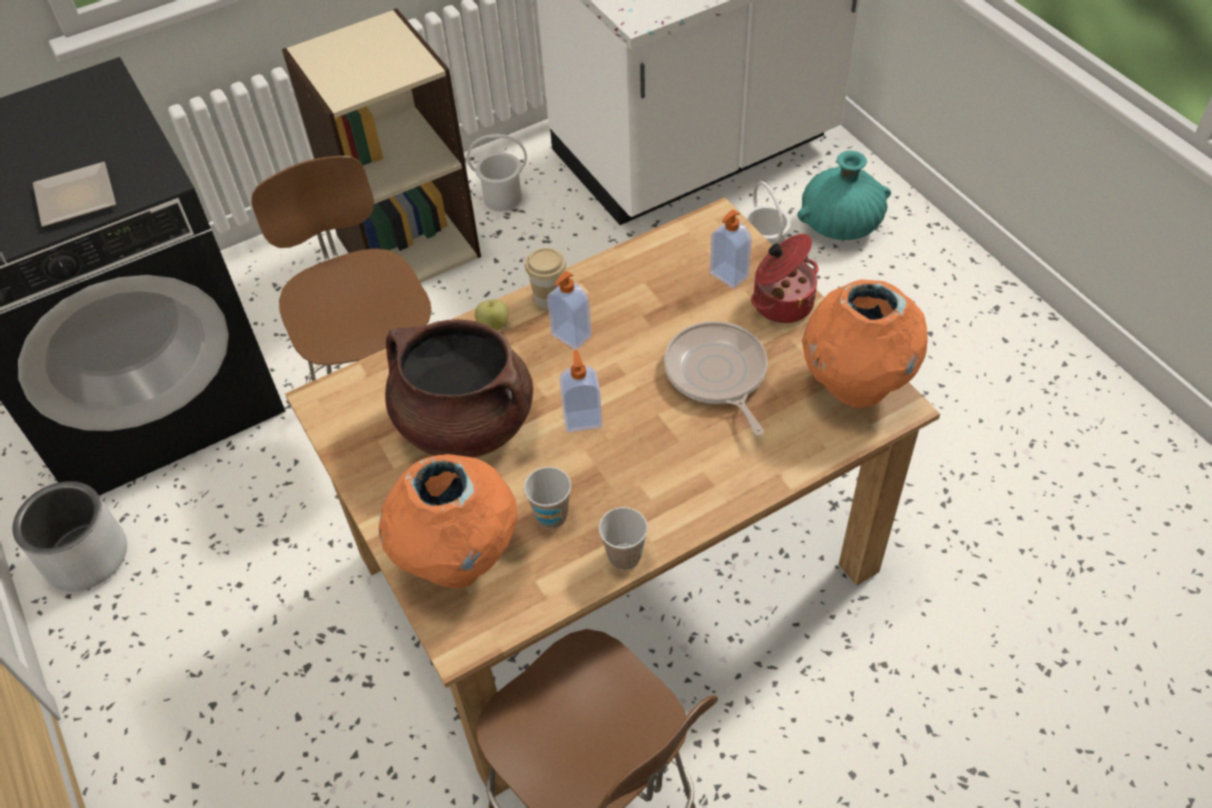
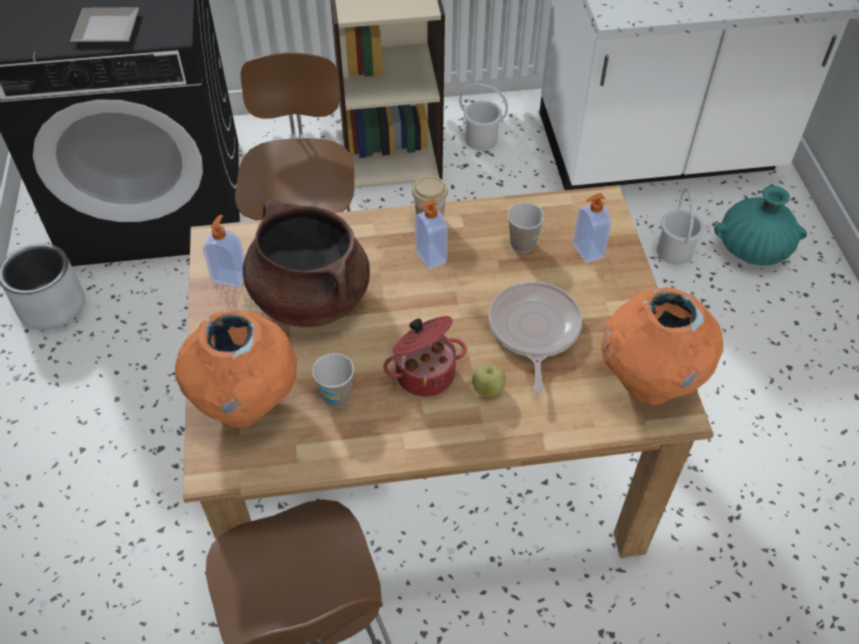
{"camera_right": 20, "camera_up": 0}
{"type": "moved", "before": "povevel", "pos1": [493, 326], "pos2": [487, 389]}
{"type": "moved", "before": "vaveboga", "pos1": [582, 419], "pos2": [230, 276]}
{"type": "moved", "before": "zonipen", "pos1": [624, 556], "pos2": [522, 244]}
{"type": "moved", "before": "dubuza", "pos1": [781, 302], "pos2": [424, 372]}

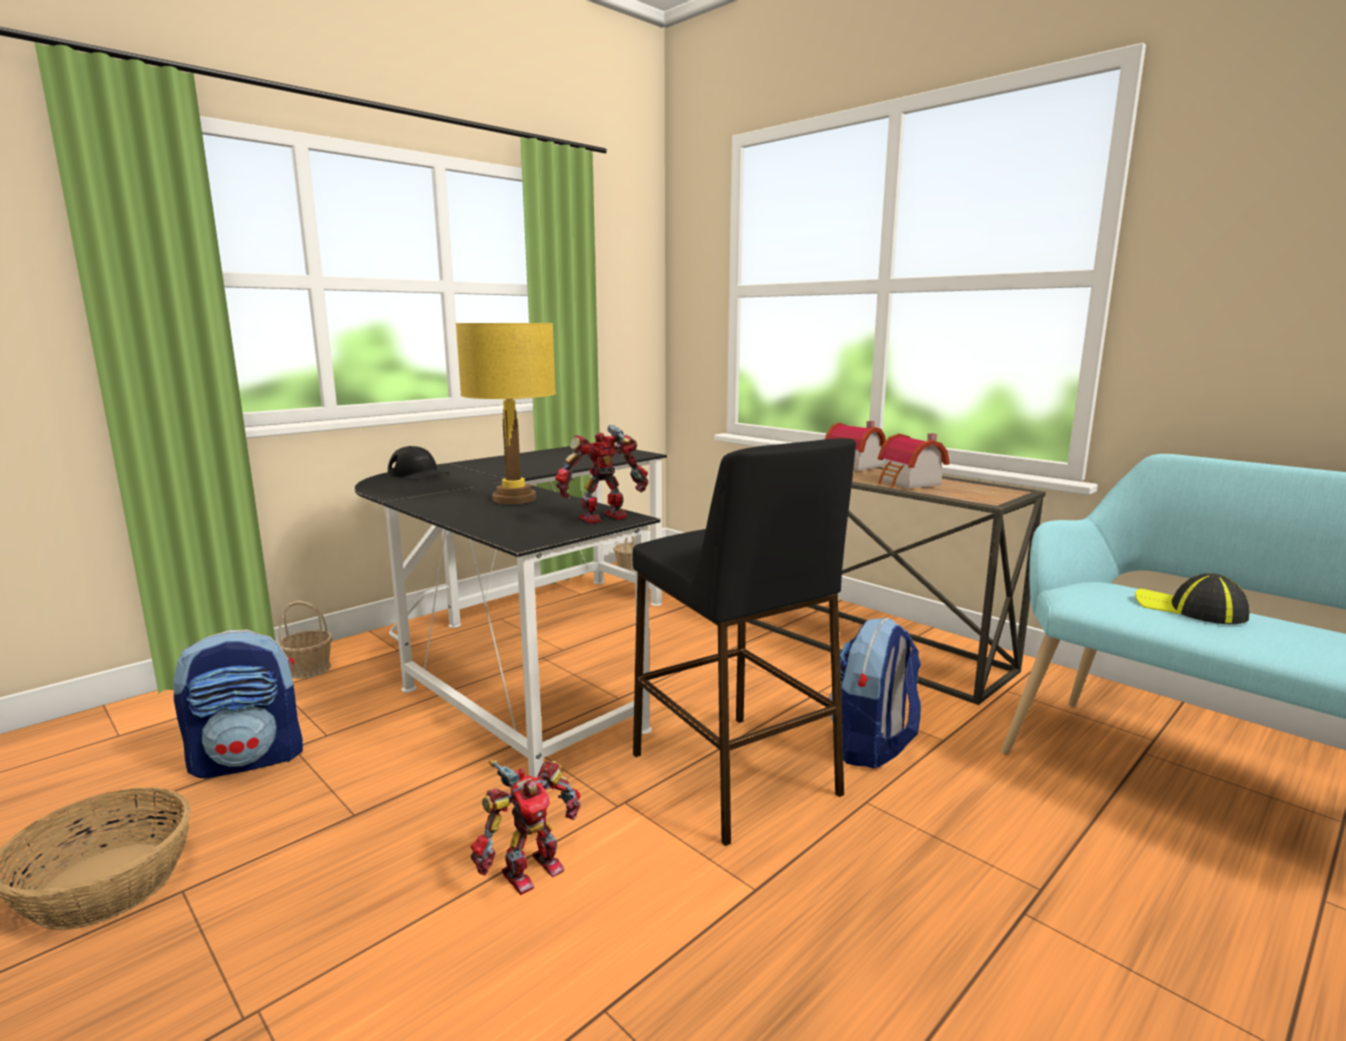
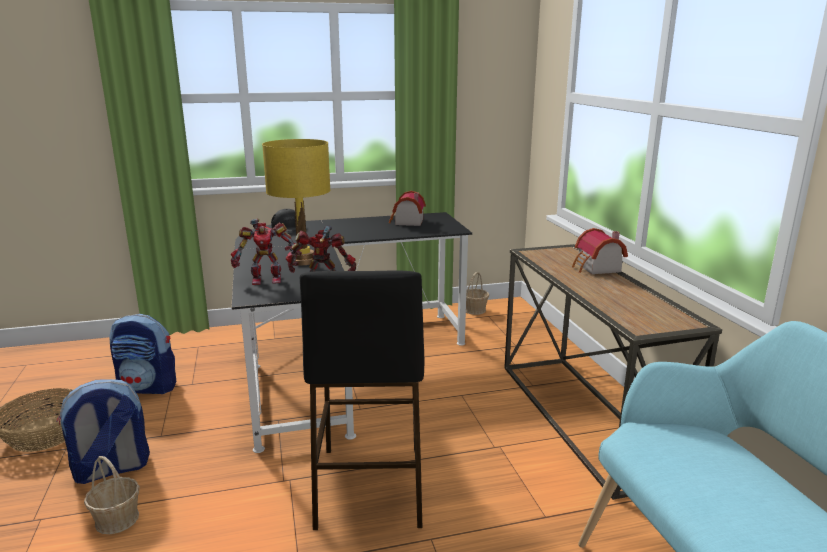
{"camera_right": 30, "camera_up": 5}
{"type": "moved", "before": "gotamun", "pos1": [309, 669], "pos2": [117, 519]}
{"type": "moved", "before": "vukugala", "pos1": [530, 869], "pos2": [266, 279]}
{"type": "moved", "before": "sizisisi", "pos1": [872, 746], "pos2": [111, 469]}
{"type": "moved", "before": "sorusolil", "pos1": [909, 483], "pos2": [407, 222]}
{"type": "removed", "before": "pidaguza", "pos1": [1190, 609]}

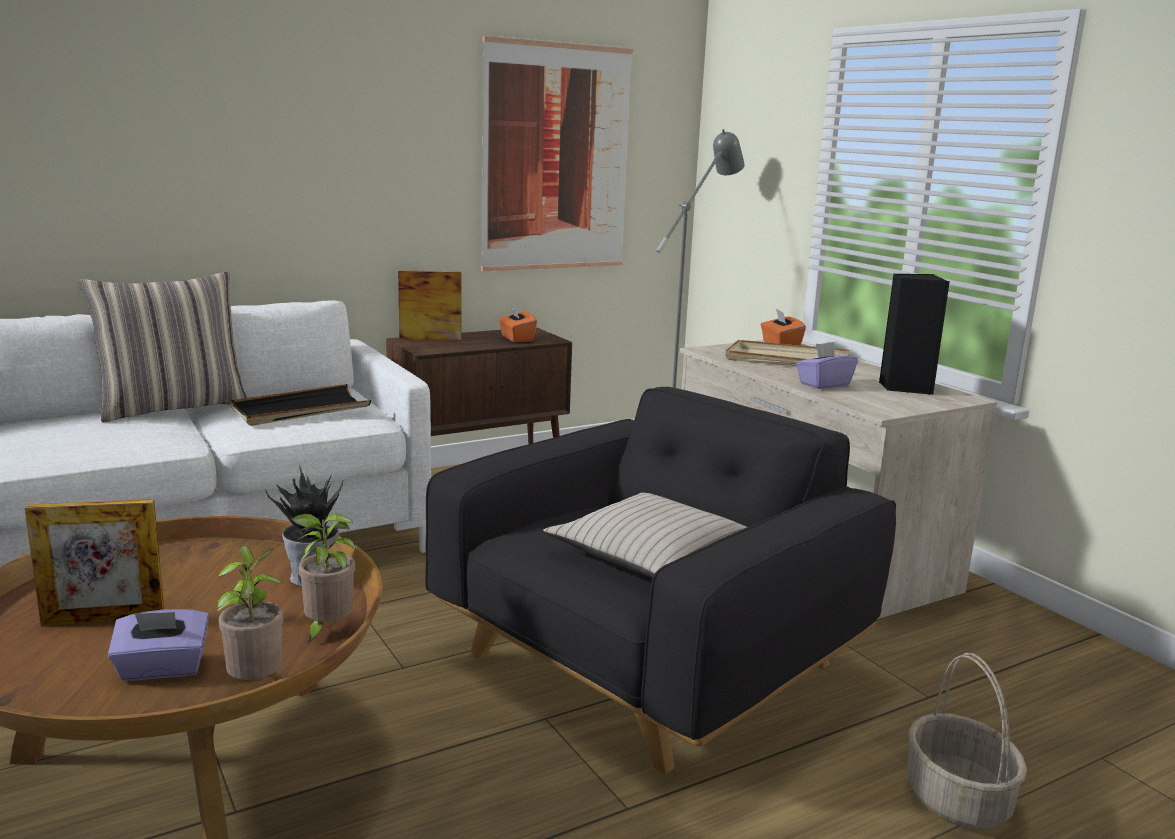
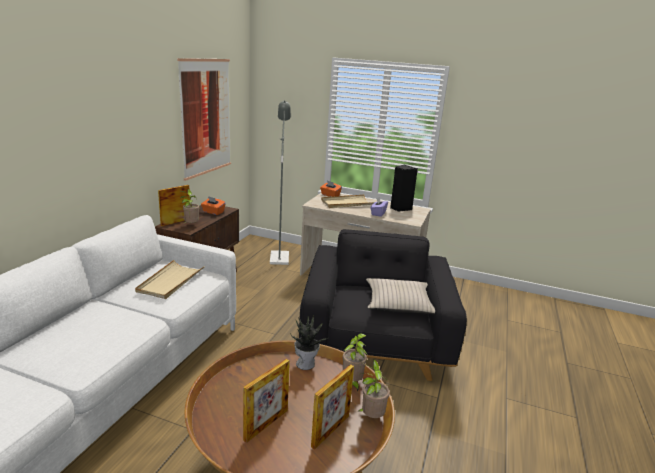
{"camera_right": -40, "camera_up": 5}
{"type": "removed", "before": "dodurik", "pos1": [173, 407]}
{"type": "replaced", "before": "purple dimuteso", "after": "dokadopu", "pos1": [162, 669], "pos2": [330, 431]}
{"type": "recoloured", "before": "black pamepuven", "after": "beige pamepuven", "pos1": [300, 410], "pos2": [170, 281]}
{"type": "removed", "before": "gotamun", "pos1": [958, 800]}
{"type": "added", "after": "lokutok", "pos2": [191, 225]}

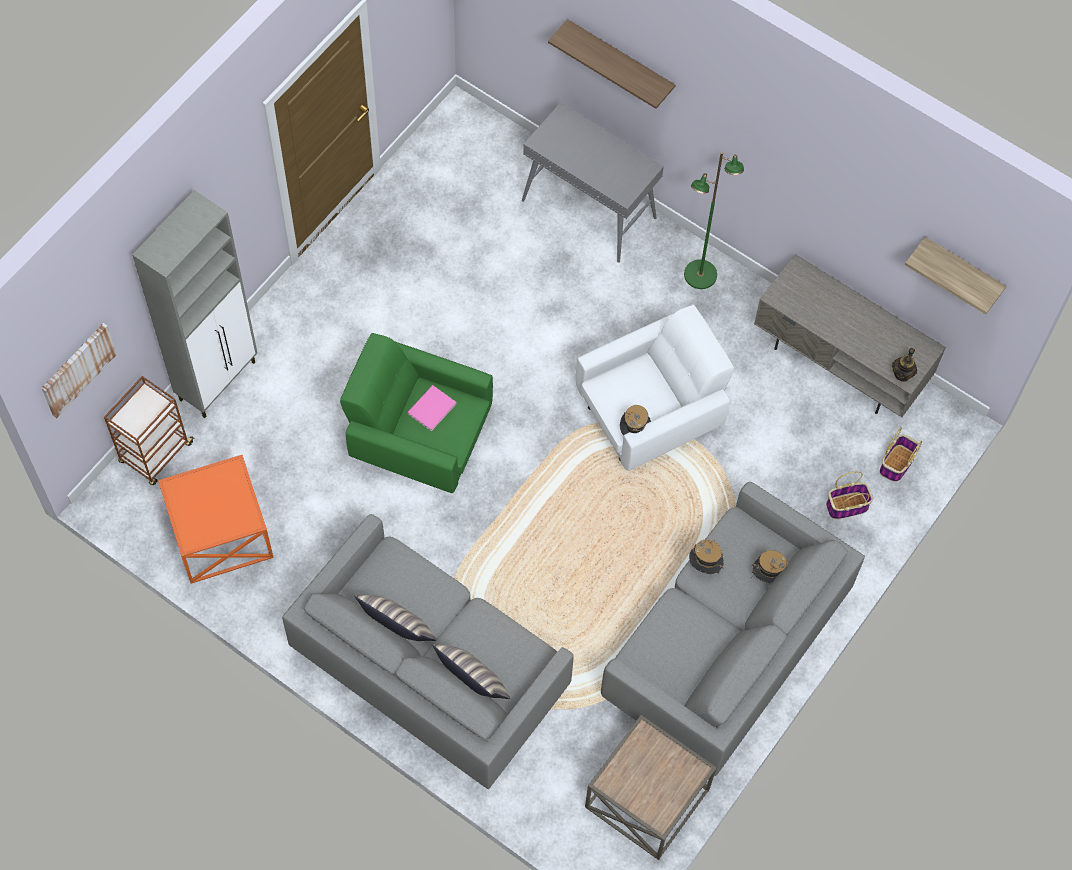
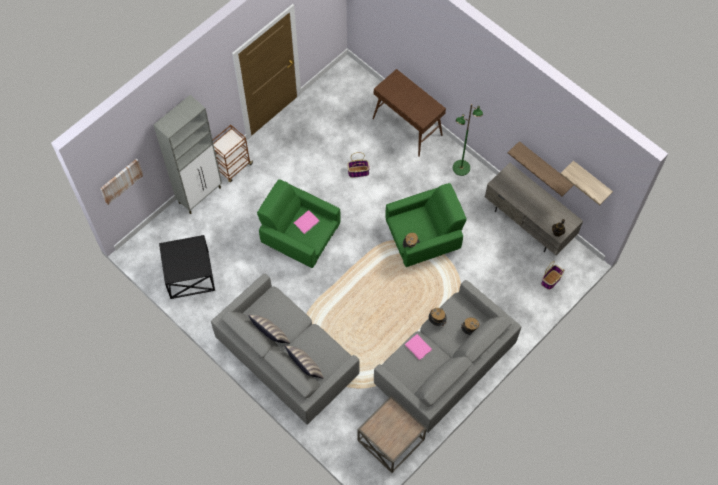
{"camera_right": 10, "camera_up": 0}
{"type": "moved", "before": "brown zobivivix", "pos1": [156, 454], "pos2": [233, 167]}
{"type": "recoloured", "before": "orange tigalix", "after": "black tigalix", "pos1": [219, 533], "pos2": [189, 274]}
{"type": "recoloured", "before": "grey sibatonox", "after": "brown sibatonox", "pos1": [589, 209], "pos2": [407, 127]}
{"type": "moved", "before": "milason", "pos1": [620, 61], "pos2": [545, 167]}
{"type": "recoloured", "before": "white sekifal", "after": "green sekifal", "pos1": [651, 412], "pos2": [424, 238]}
{"type": "moved", "before": "gotamun", "pos1": [847, 505], "pos2": [358, 171]}
{"type": "added", "after": "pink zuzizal", "pos2": [418, 346]}

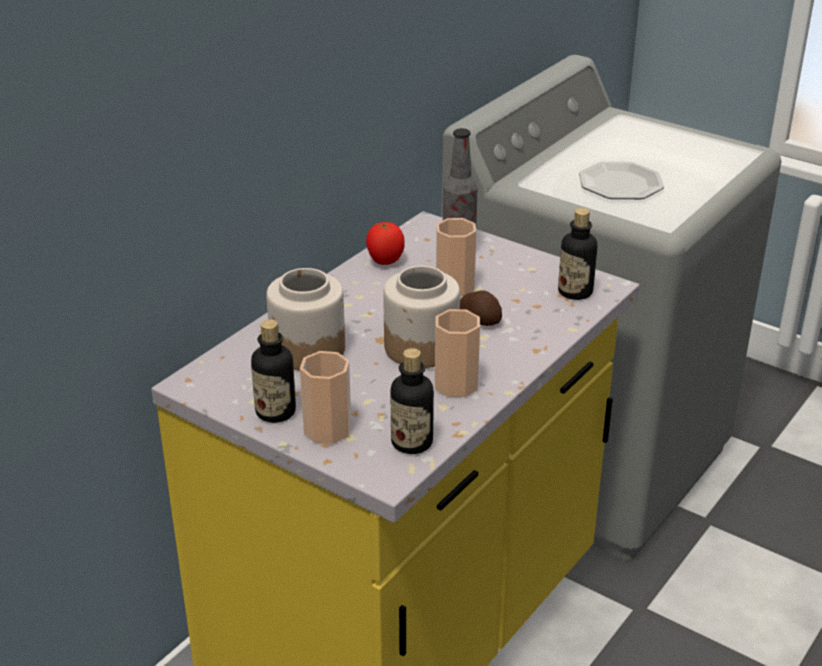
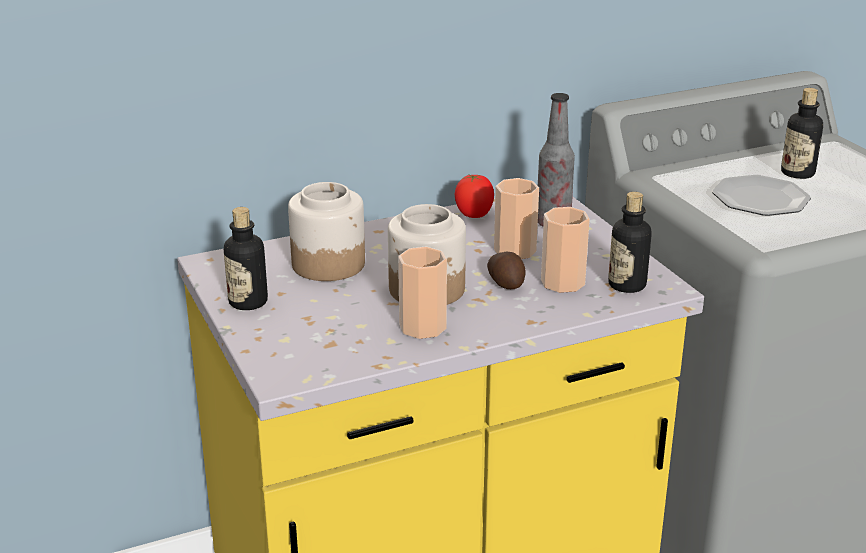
{"camera_right": 30, "camera_up": -5}
{"type": "moved", "before": "zonipen", "pos1": [327, 430], "pos2": [562, 282]}
{"type": "moved", "before": "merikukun", "pos1": [412, 442], "pos2": [797, 173]}

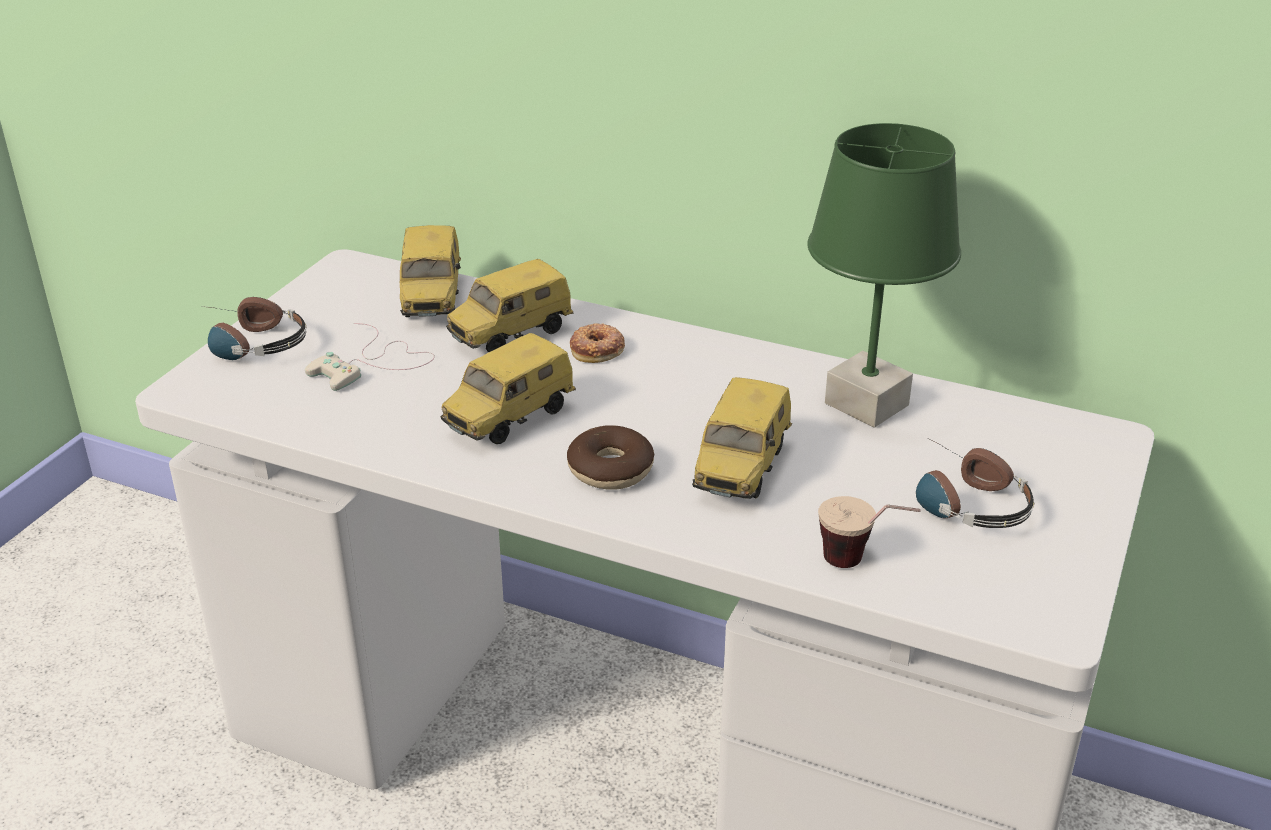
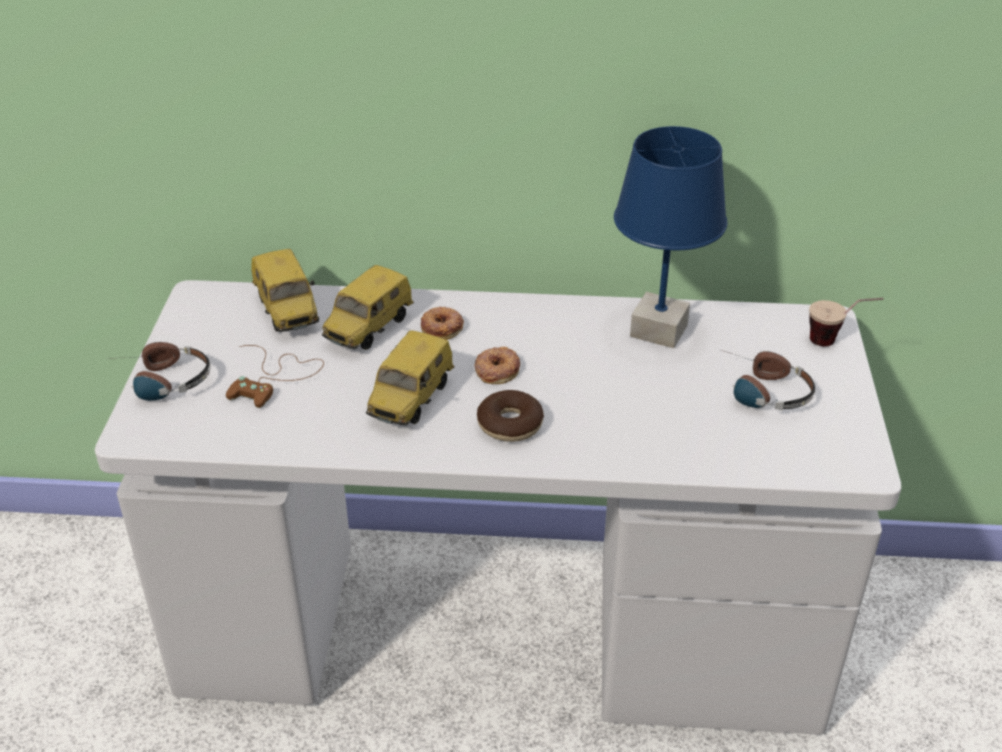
{"camera_right": -20, "camera_up": 5}
{"type": "recoloured", "before": "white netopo", "after": "brown netopo", "pos1": [373, 364], "pos2": [275, 377]}
{"type": "removed", "before": "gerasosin", "pos1": [743, 471]}
{"type": "recoloured", "before": "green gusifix", "after": "blue gusifix", "pos1": [865, 404], "pos2": [657, 331]}
{"type": "moved", "before": "zonipen", "pos1": [863, 566], "pos2": [837, 342]}
{"type": "added", "after": "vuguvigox", "pos2": [496, 370]}

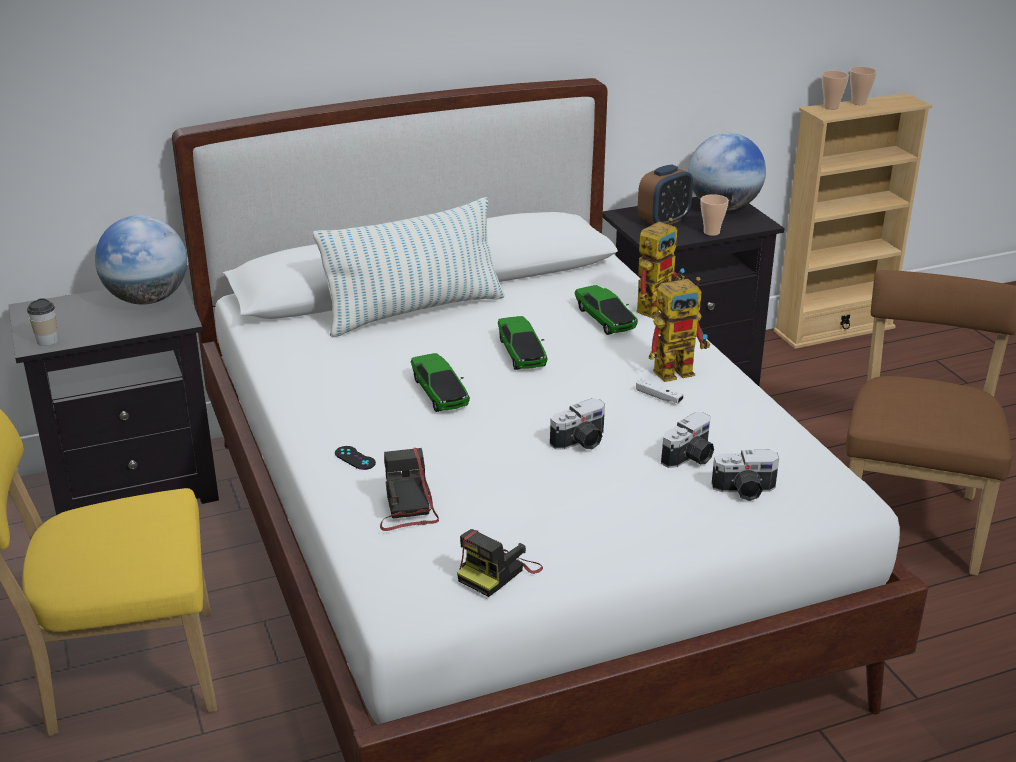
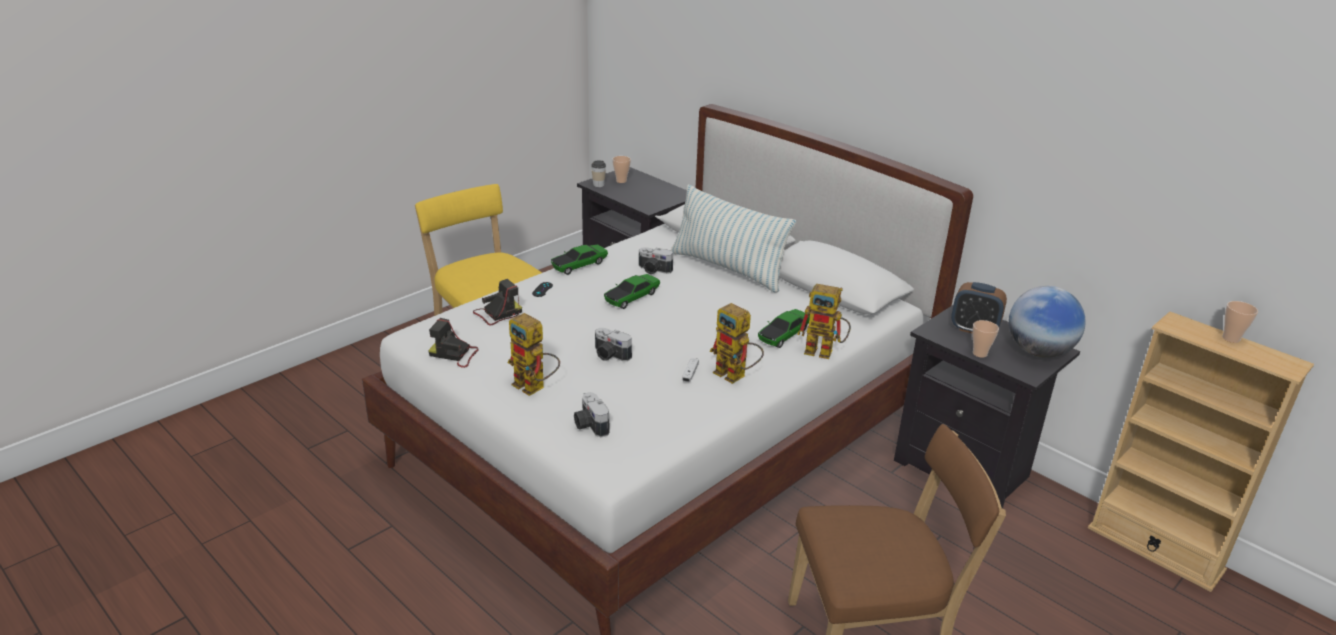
{"camera_right": 65, "camera_up": 0}
{"type": "removed", "before": "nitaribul", "pos1": [147, 299]}
{"type": "moved", "before": "gerasosin", "pos1": [521, 352], "pos2": [579, 265]}
{"type": "moved", "before": "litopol", "pos1": [690, 458], "pos2": [653, 270]}
{"type": "moved", "before": "zonipen", "pos1": [831, 107], "pos2": [621, 181]}
{"type": "added", "after": "vukugala", "pos2": [535, 387]}

